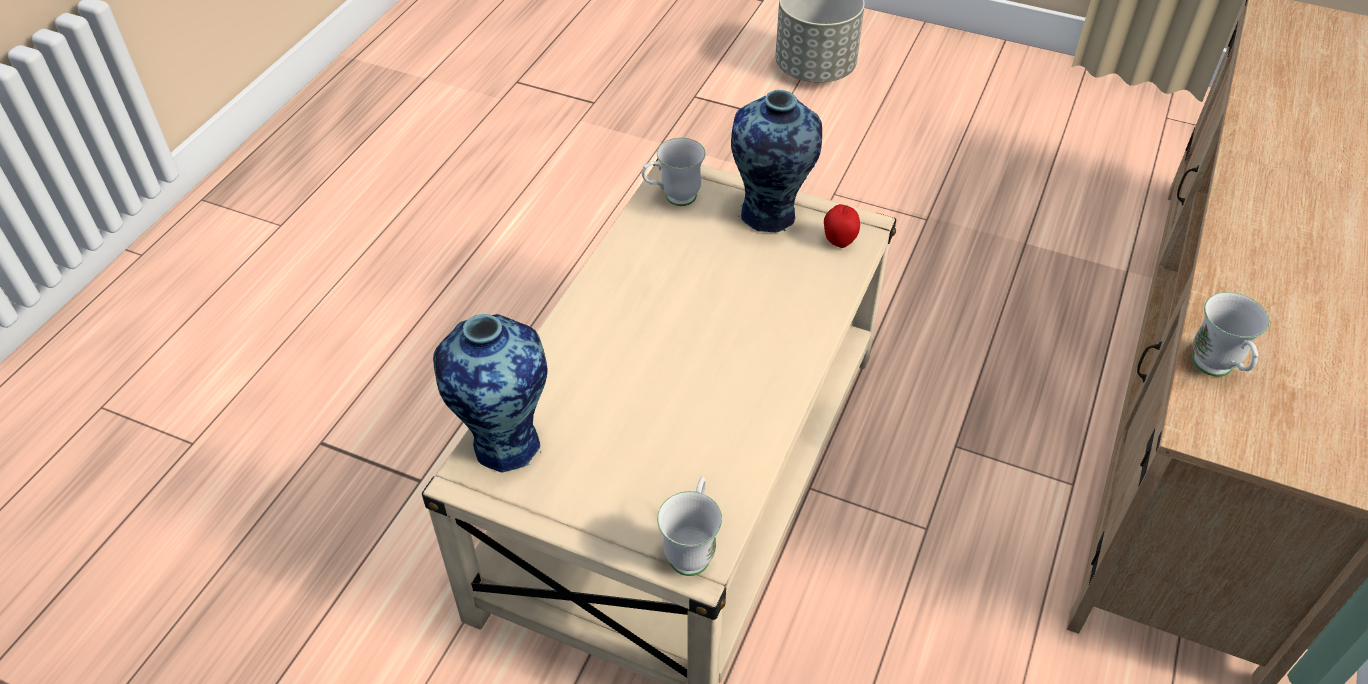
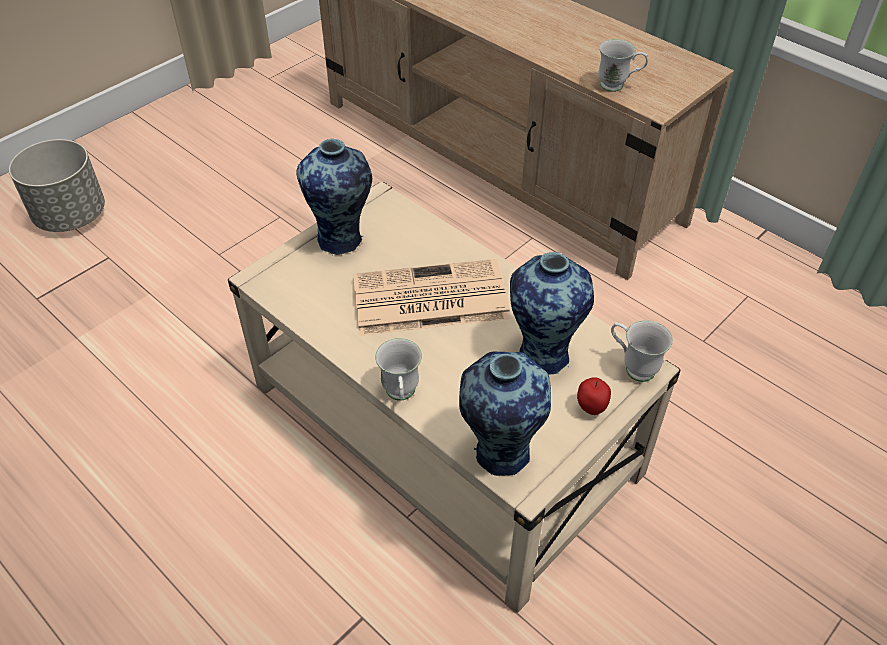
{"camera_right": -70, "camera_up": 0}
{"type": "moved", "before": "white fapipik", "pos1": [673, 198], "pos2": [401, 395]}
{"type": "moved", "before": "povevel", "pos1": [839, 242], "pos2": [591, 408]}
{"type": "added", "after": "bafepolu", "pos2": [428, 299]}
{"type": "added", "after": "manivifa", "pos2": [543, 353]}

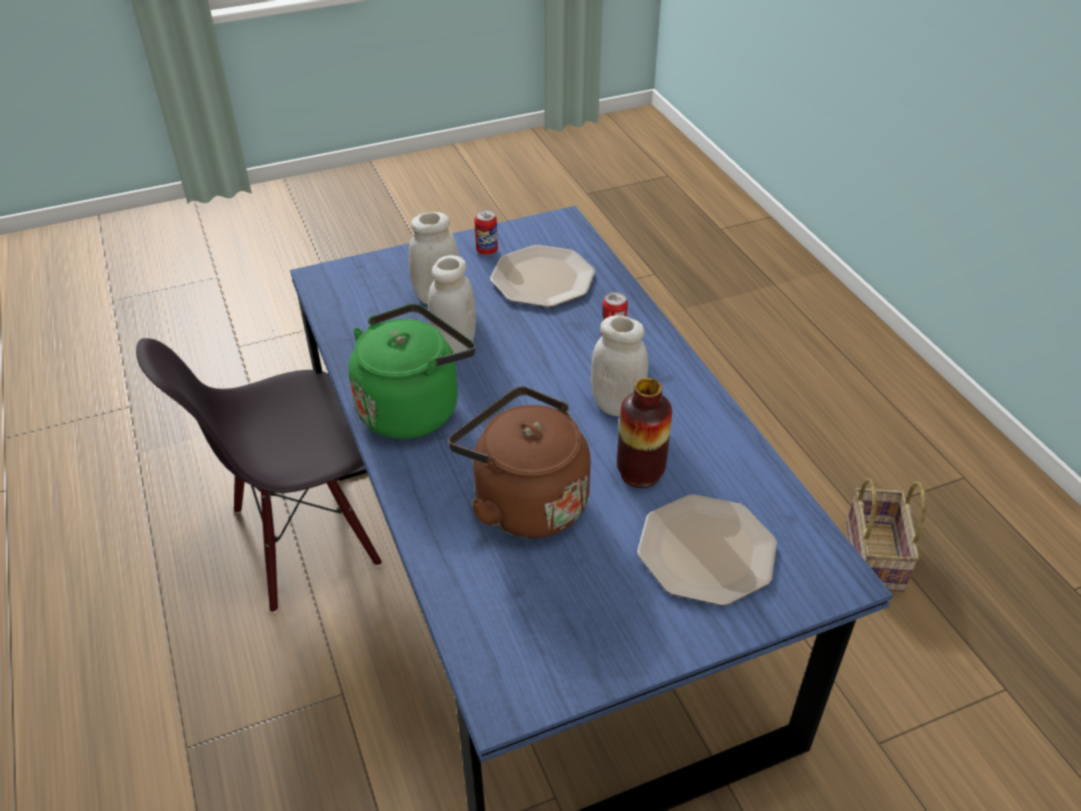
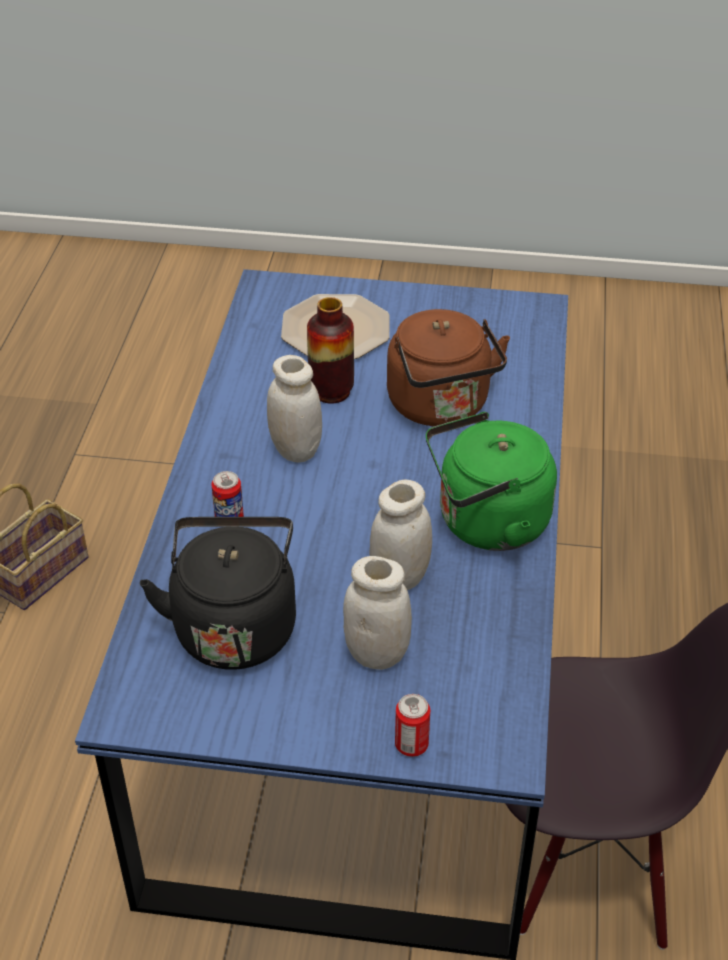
{"camera_right": -150, "camera_up": 0}
{"type": "moved", "before": "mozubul", "pos1": [487, 250], "pos2": [411, 745]}
{"type": "replaced", "before": "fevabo", "after": "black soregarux", "pos1": [542, 279], "pos2": [234, 625]}

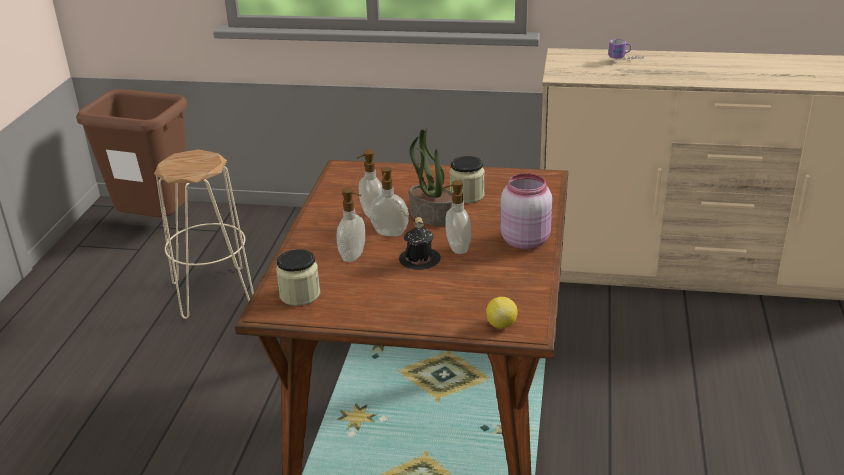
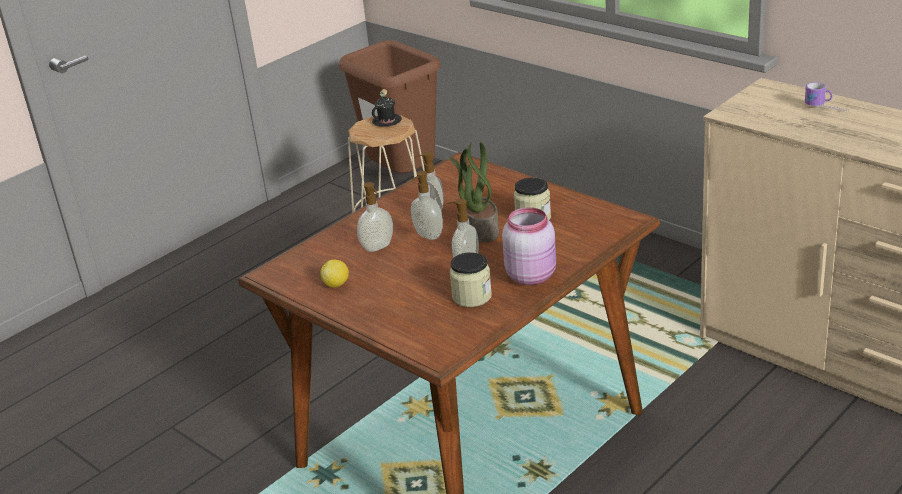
{"camera_right": 35, "camera_up": 0}
{"type": "moved", "before": "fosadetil", "pos1": [300, 295], "pos2": [472, 297]}
{"type": "moved", "before": "black fapipik", "pos1": [419, 260], "pos2": [387, 121]}
{"type": "moved", "before": "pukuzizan", "pos1": [501, 324], "pos2": [336, 284]}

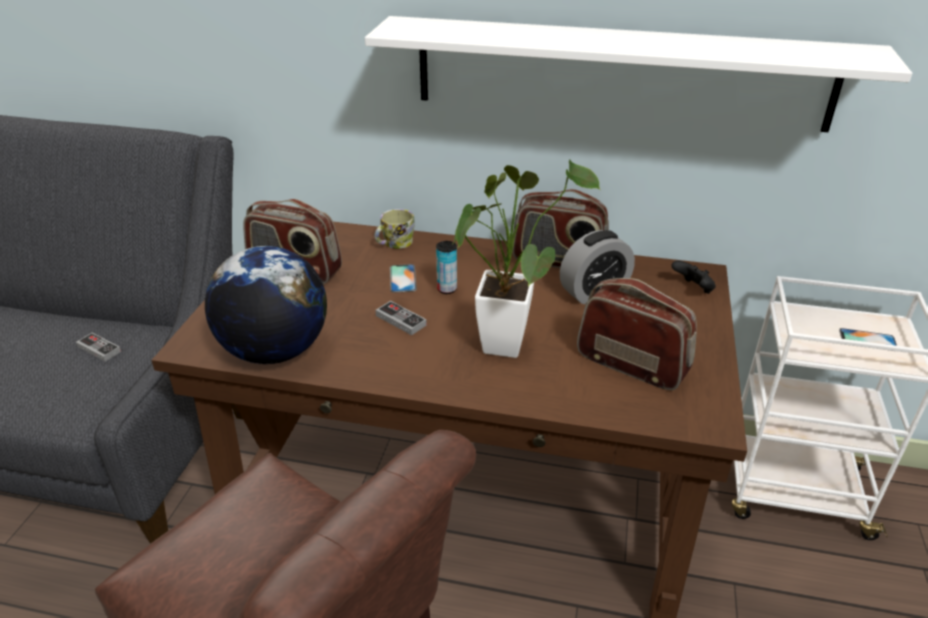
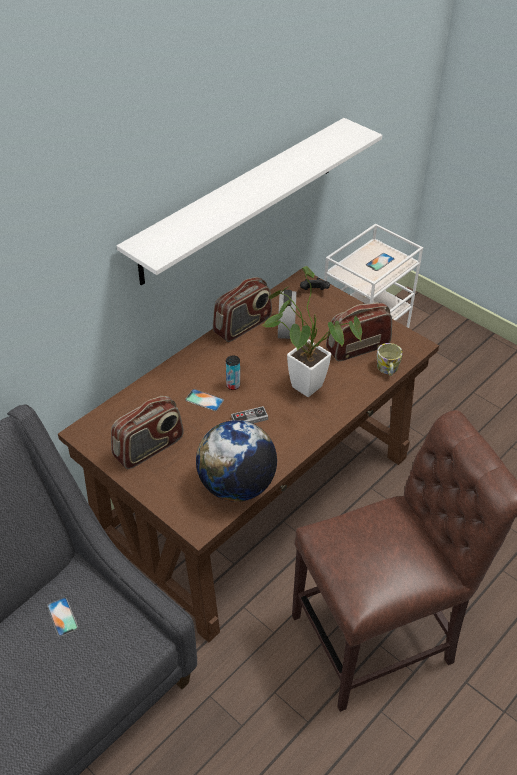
{"camera_right": -60, "camera_up": 10}
{"type": "replaced", "before": "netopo", "after": "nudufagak", "pos1": [99, 349], "pos2": [62, 617]}
{"type": "moved", "before": "fapipik", "pos1": [394, 243], "pos2": [388, 369]}

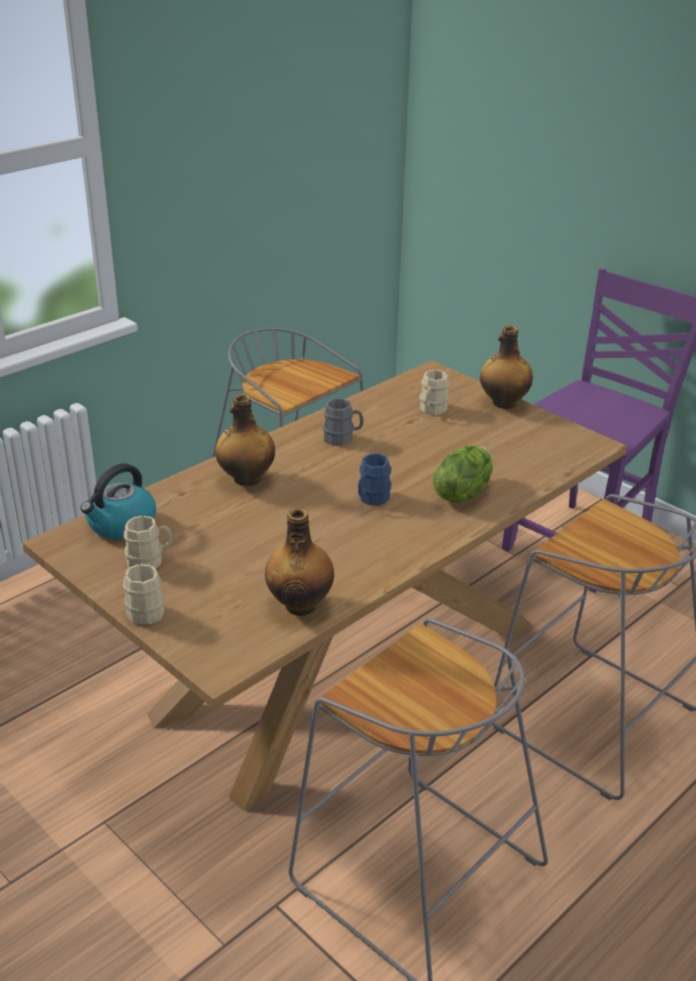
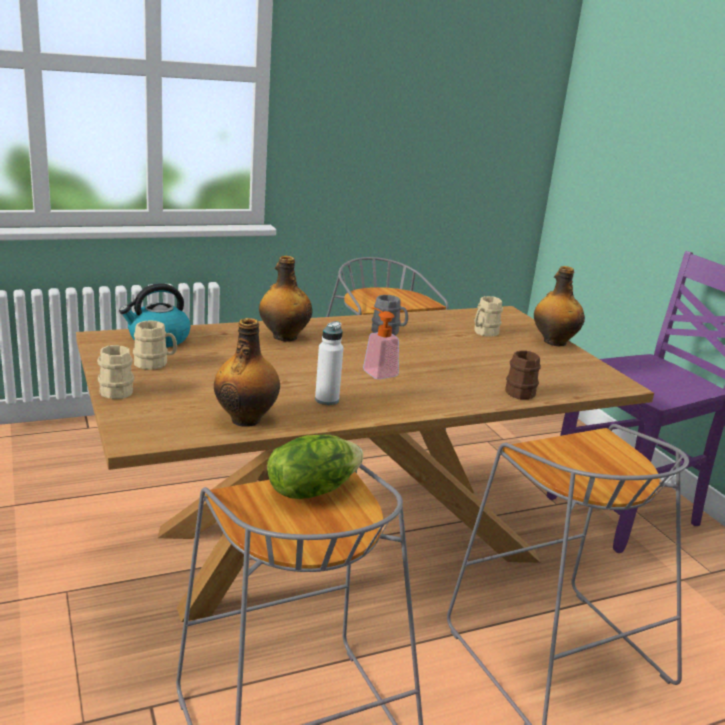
{"camera_right": 20, "camera_up": -10}
{"type": "replaced", "before": "blue fapipik", "after": "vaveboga", "pos1": [371, 498], "pos2": [377, 371]}
{"type": "moved", "before": "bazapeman", "pos1": [462, 492], "pos2": [311, 490]}
{"type": "added", "after": "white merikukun", "pos2": [327, 400]}
{"type": "added", "after": "brown fapipik", "pos2": [522, 391]}

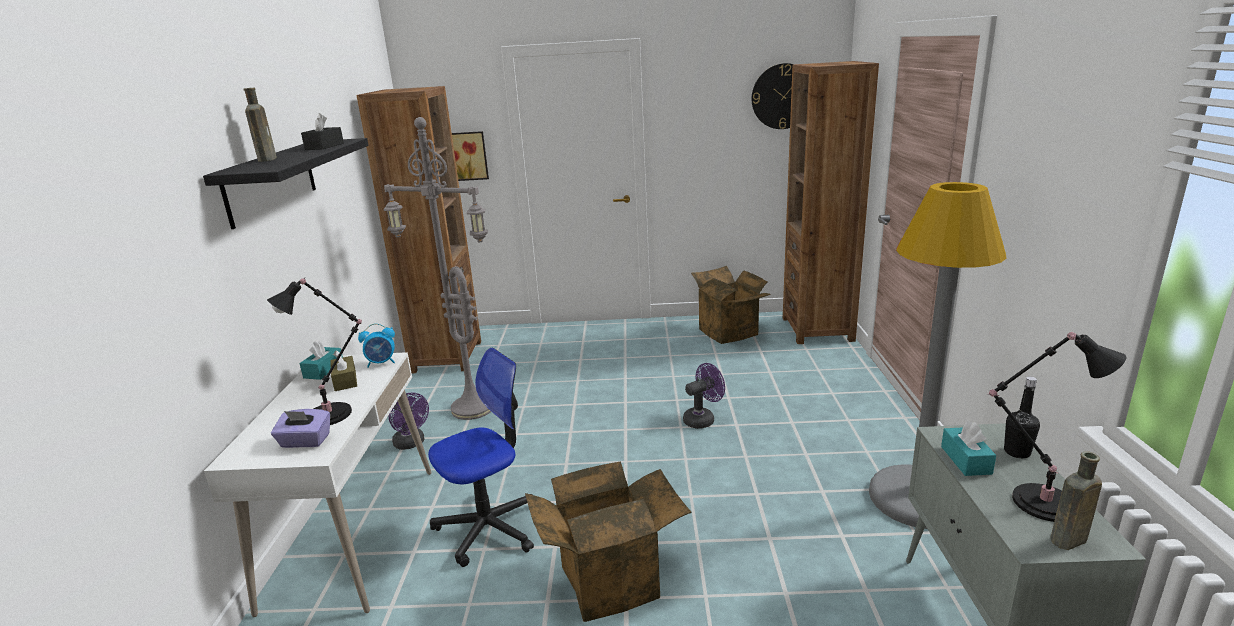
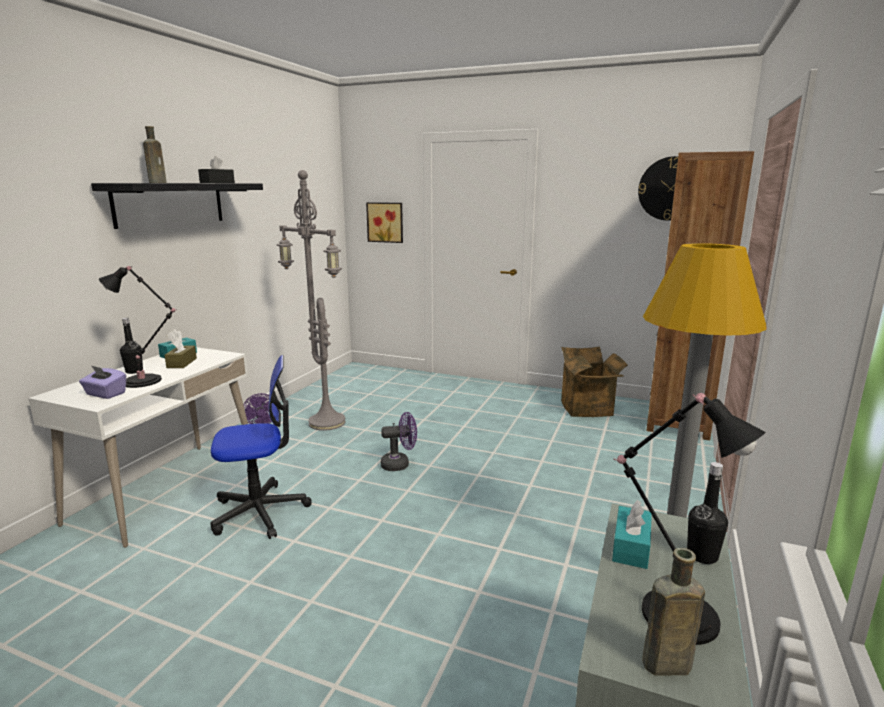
{"camera_right": 20, "camera_up": -5}
{"type": "removed", "before": "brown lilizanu", "pos1": [446, 357]}
{"type": "removed", "before": "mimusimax", "pos1": [381, 363]}
{"type": "removed", "before": "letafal", "pos1": [610, 578]}
{"type": "moved", "before": "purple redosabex", "pos1": [703, 419], "pos2": [400, 464]}
{"type": "added", "after": "black merikukun", "pos2": [134, 371]}

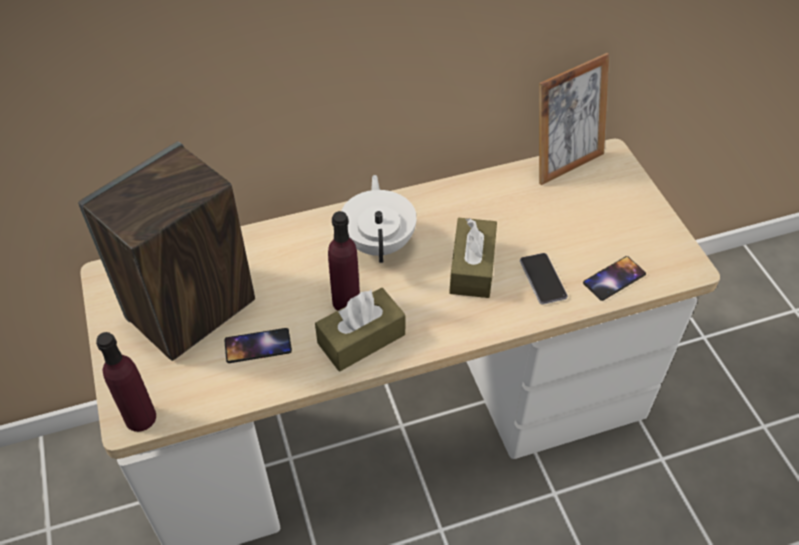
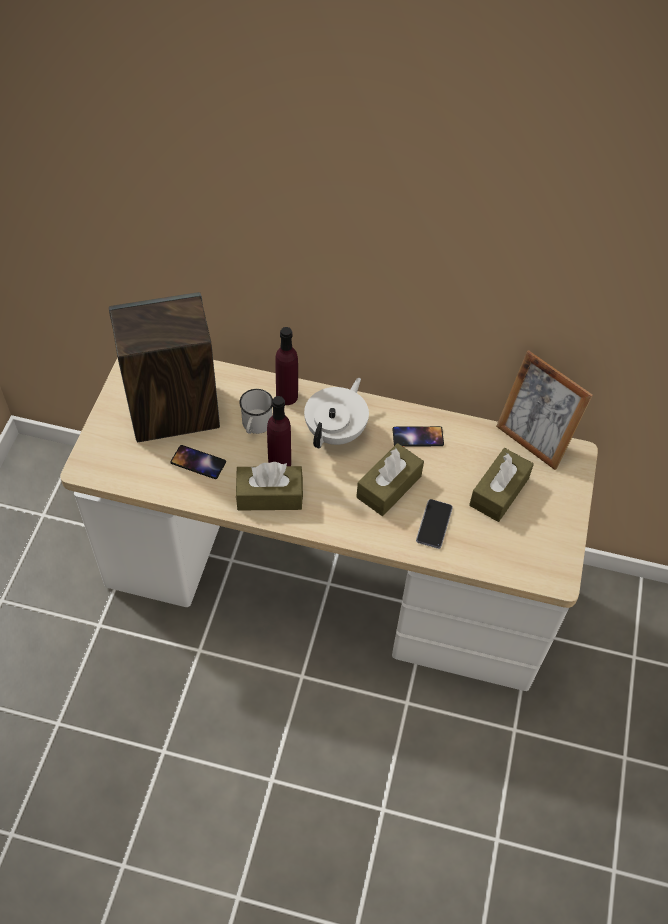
{"camera_right": 30, "camera_up": 5}
{"type": "moved", "before": "purple merikukun", "pos1": [140, 417], "pos2": [287, 396]}
{"type": "turned", "before": "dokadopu", "pos1": [564, 162], "pos2": [532, 441], "turn": 45}
{"type": "moved", "before": "nudufagak", "pos1": [614, 278], "pos2": [418, 436]}
{"type": "added", "after": "white fapipik", "pos2": [255, 426]}
{"type": "added", "after": "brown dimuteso", "pos2": [499, 492]}

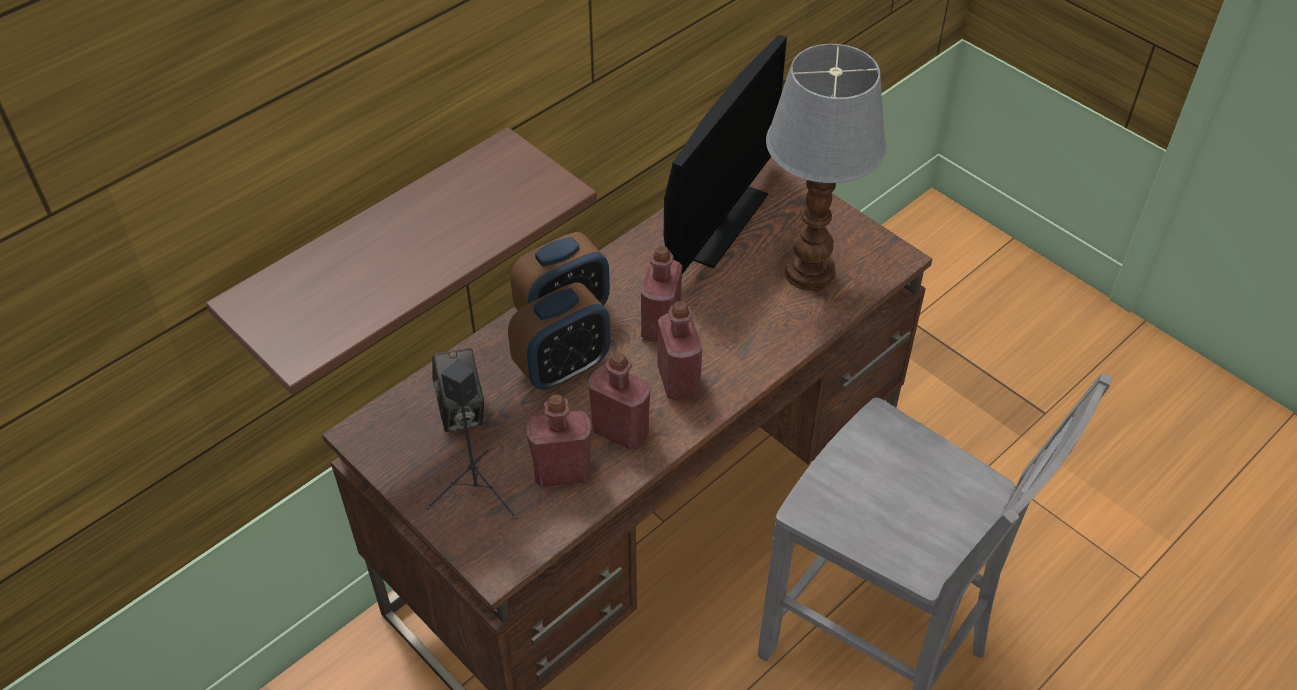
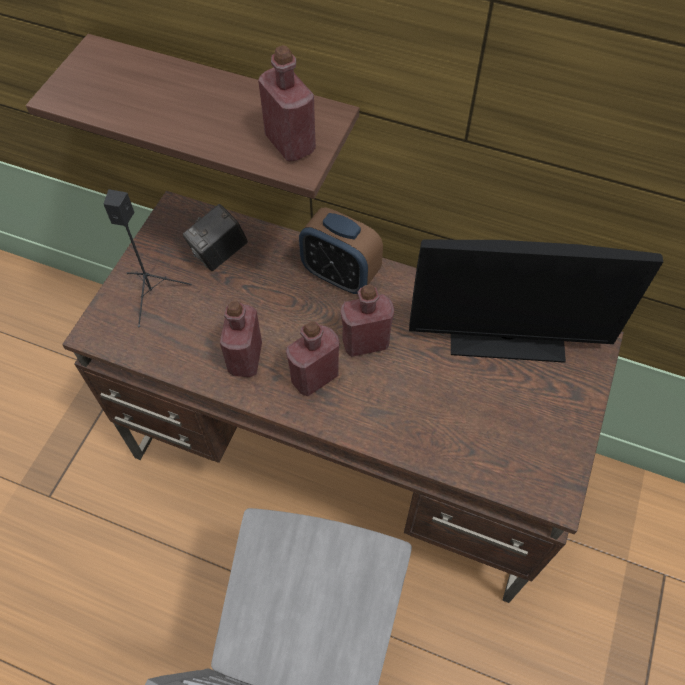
{"camera_right": 65, "camera_up": 10}
{"type": "removed", "before": "mimusimax", "pos1": [562, 368]}
{"type": "moved", "before": "red merikukun", "pos1": [562, 472], "pos2": [290, 143]}
{"type": "removed", "before": "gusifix", "pos1": [808, 272]}

